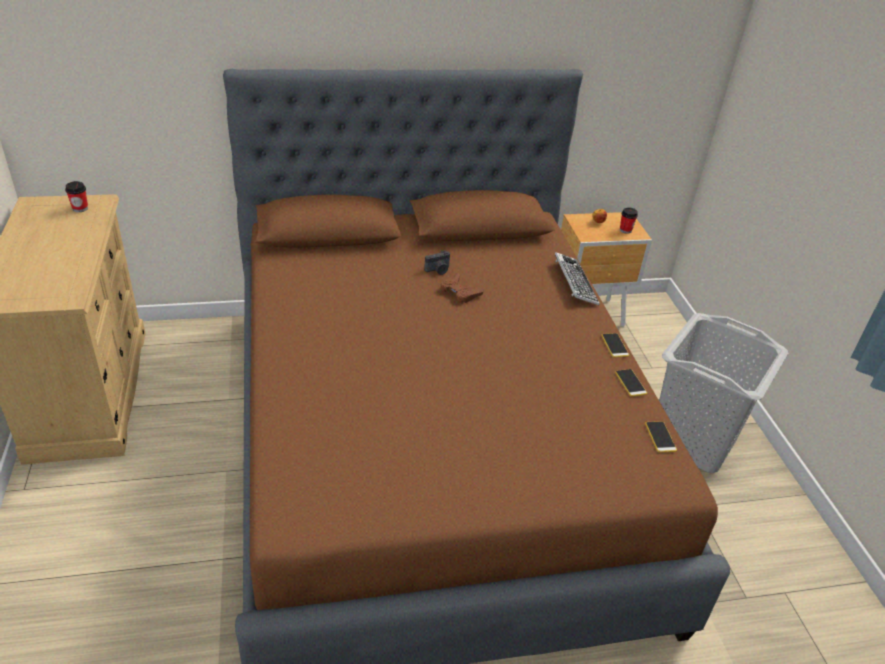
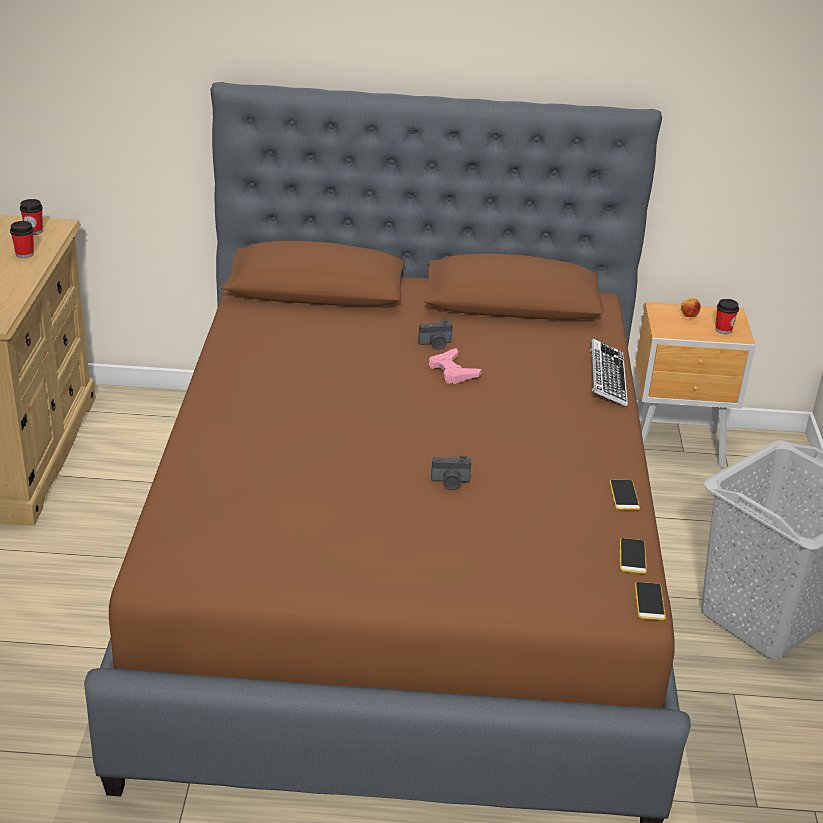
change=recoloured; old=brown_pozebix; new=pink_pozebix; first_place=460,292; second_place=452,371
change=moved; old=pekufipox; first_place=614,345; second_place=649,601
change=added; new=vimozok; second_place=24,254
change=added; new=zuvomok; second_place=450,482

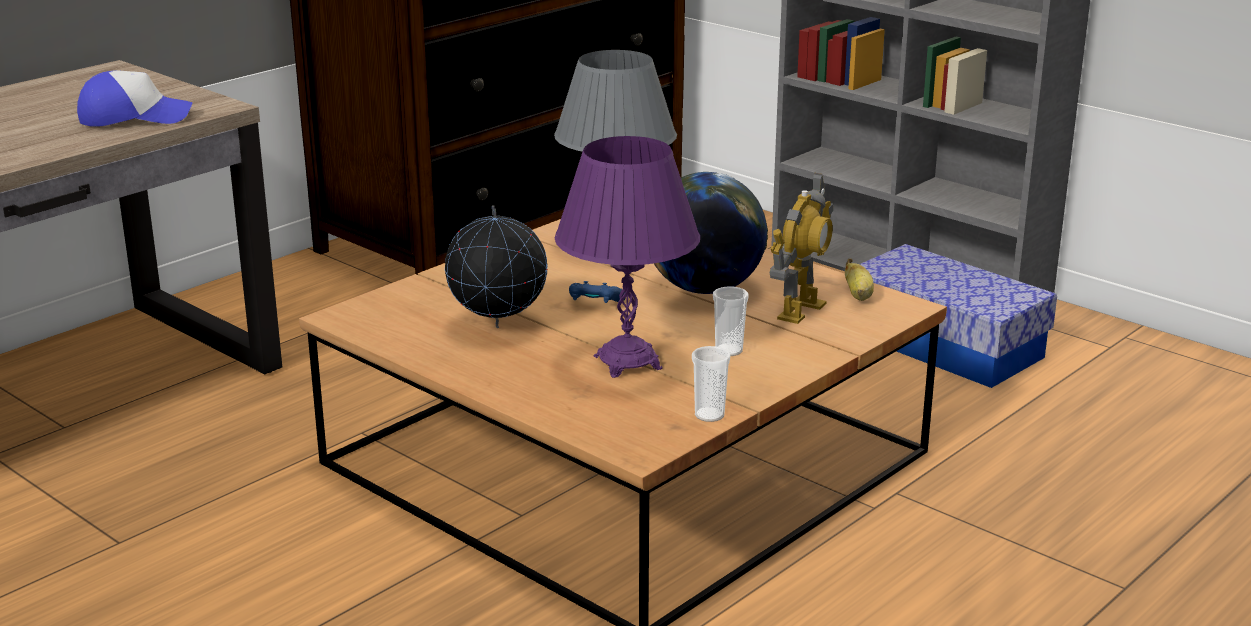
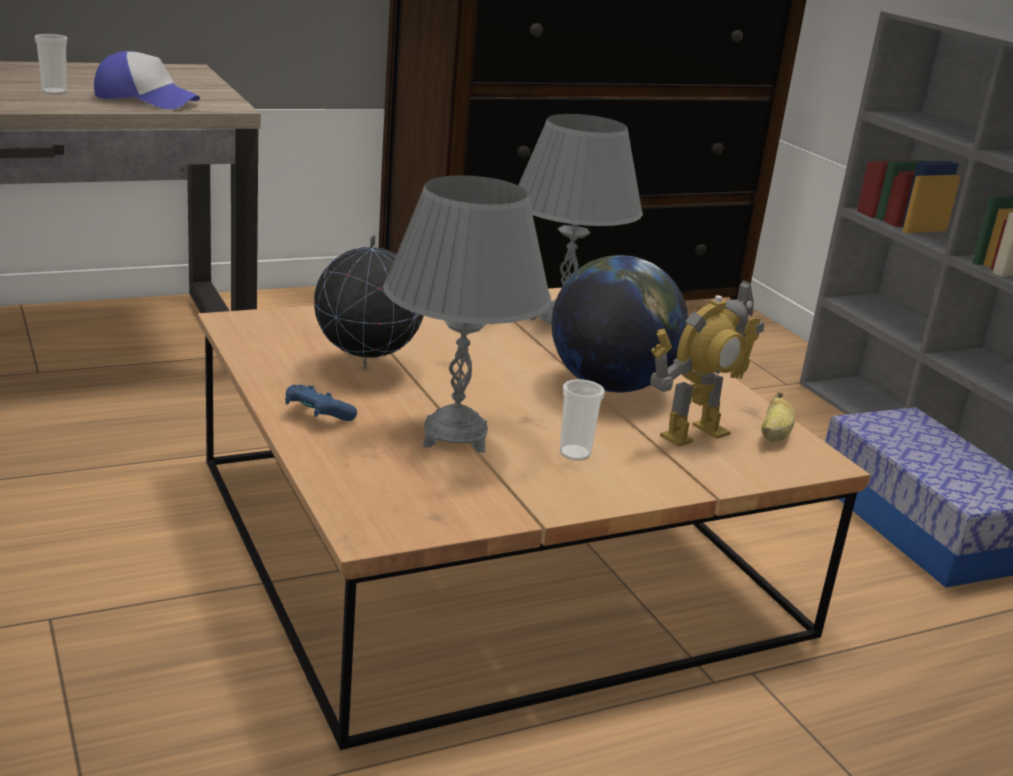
change=recoloured; old=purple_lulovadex; new=grey_lulovadex; first_place=627,363; second_place=455,436
change=moved; old=blue_pozebix; first_place=594,304; second_place=317,416
change=moved; old=vimozok; first_place=709,415; second_place=54,92

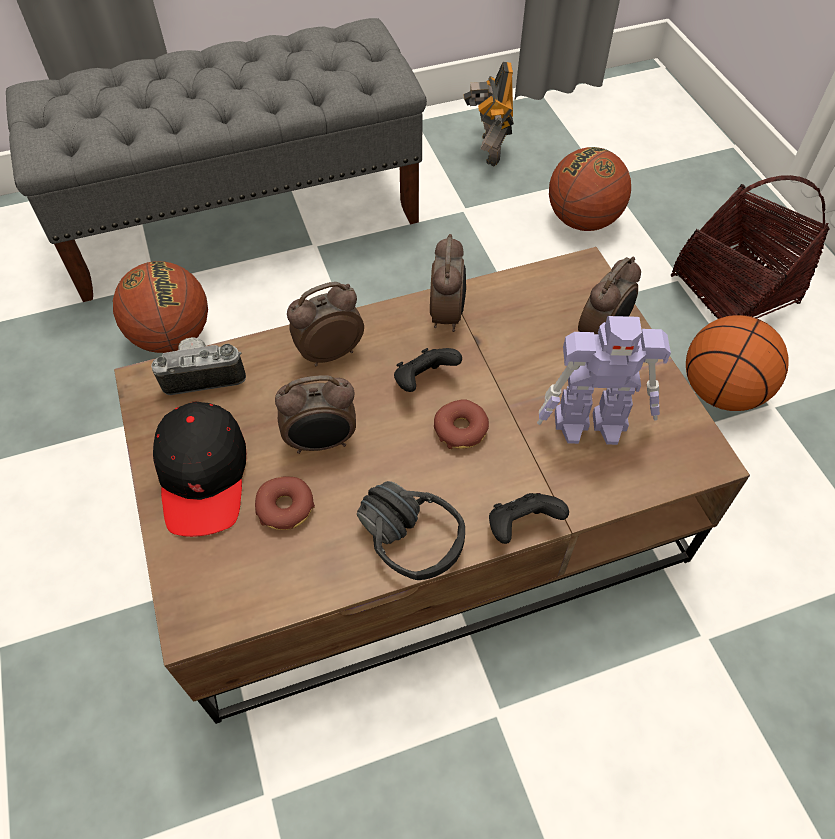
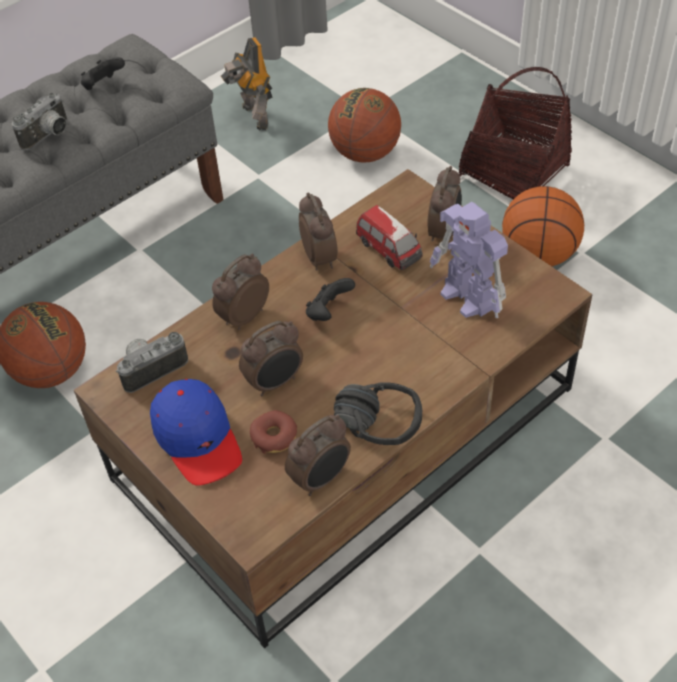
change=turned; old=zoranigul; first_place=592,424; second_place=468,298; degrees=75
change=removed; old=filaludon; first_place=461,429
change=recoloured; old=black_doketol; new=blue_doketol; first_place=204,476; second_place=198,438
change=moved; old=black_pozebix; first_place=521,526; second_place=103,86
change=added; new=zuvomok; second_place=49,136
change=added; new=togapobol; second_place=389,250
change=added; new=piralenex; second_place=321,478

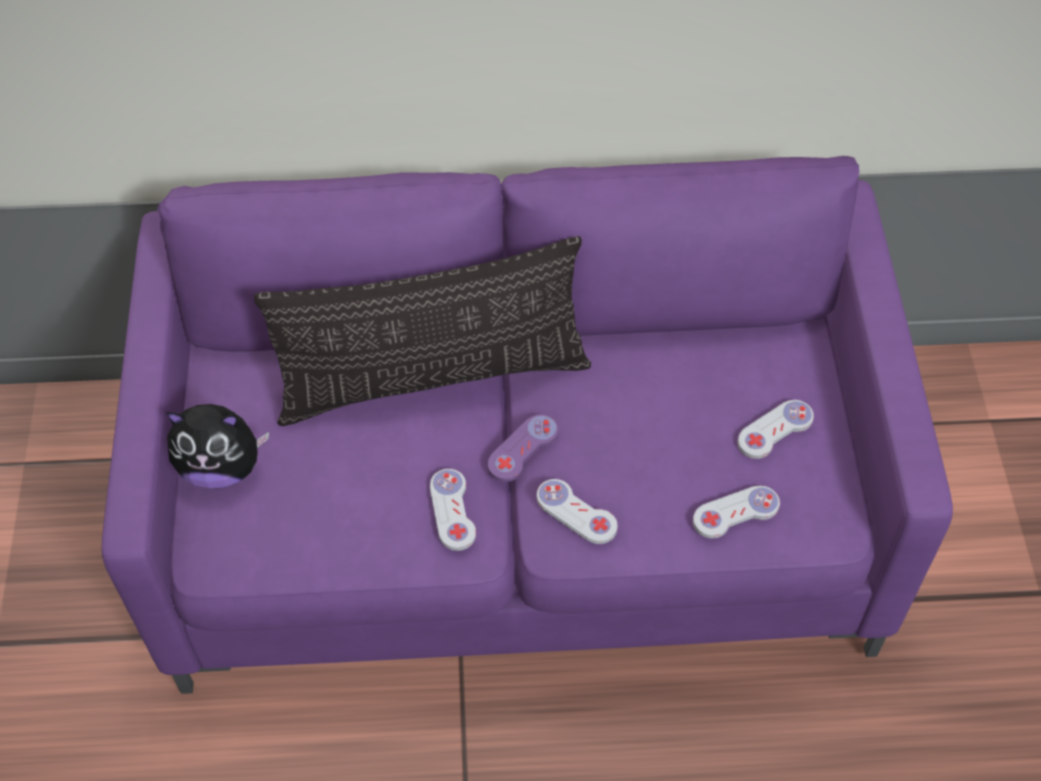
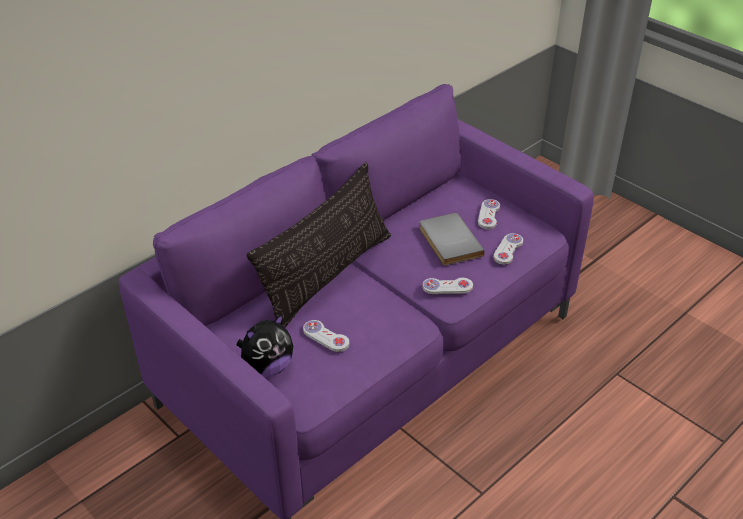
change=removed; old=purple_pozebix; first_place=523,449
change=moved; old=white_pozebix; first_place=452,510; second_place=326,337
change=added; new=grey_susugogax; second_place=448,242

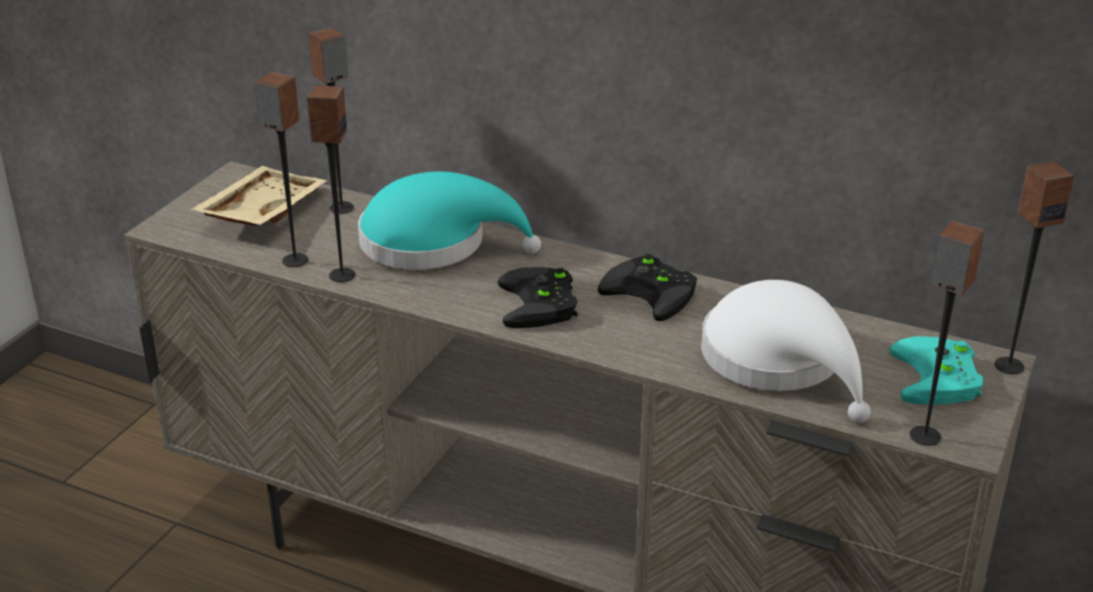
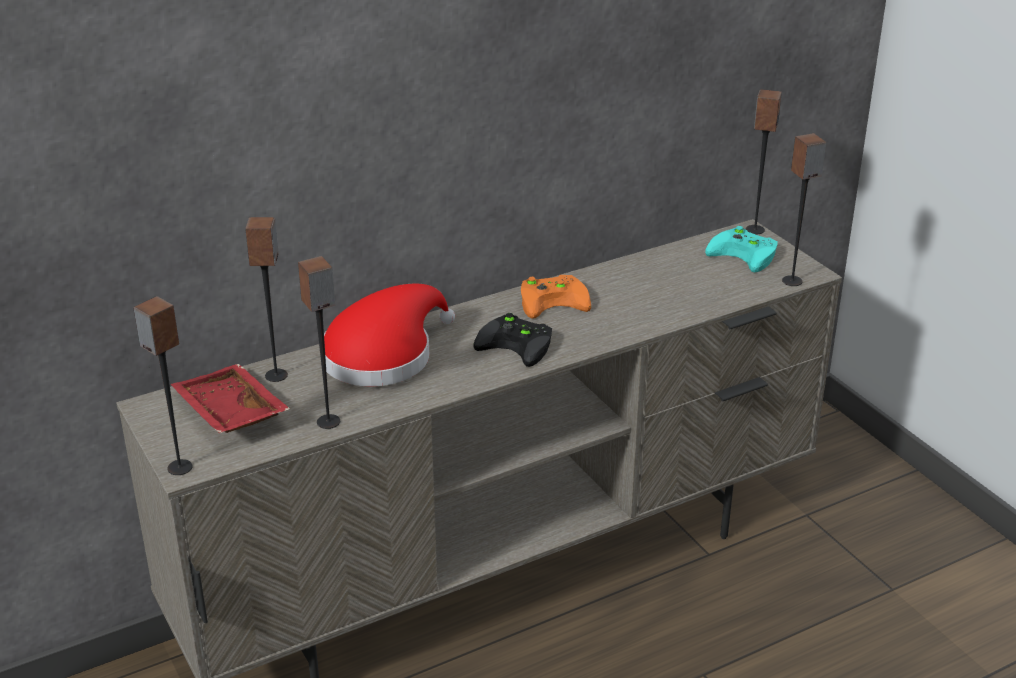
change=moved; old=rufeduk; first_place=341,275; second_place=179,468
change=recoloured; old=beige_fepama; new=red_fepama; first_place=260,211; second_place=228,413
change=recoloured; old=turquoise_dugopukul; new=red_dugopukul; first_place=434,243; second_place=383,355
change=recoloured; old=black_pozebix; new=orange_pozebix; first_place=654,293; second_place=554,299
change=removed; old=white_dugopukul; first_place=780,361

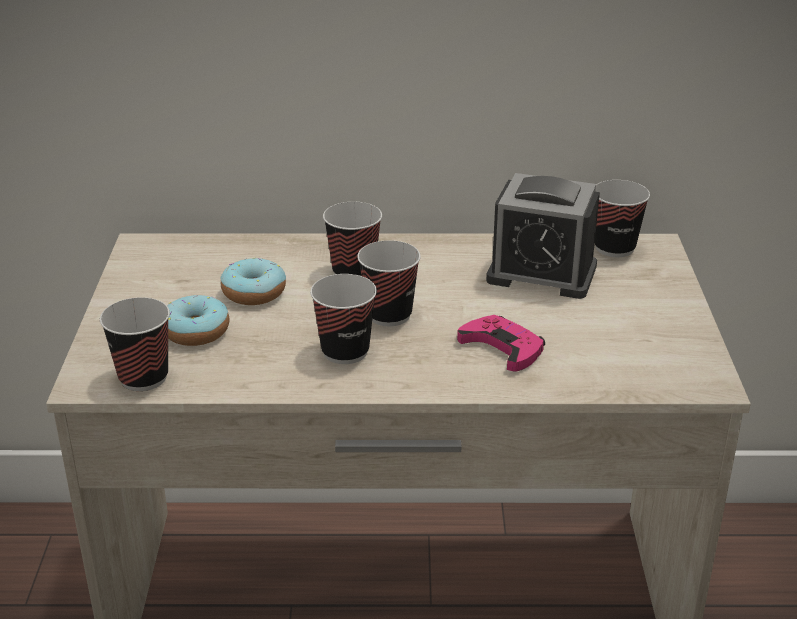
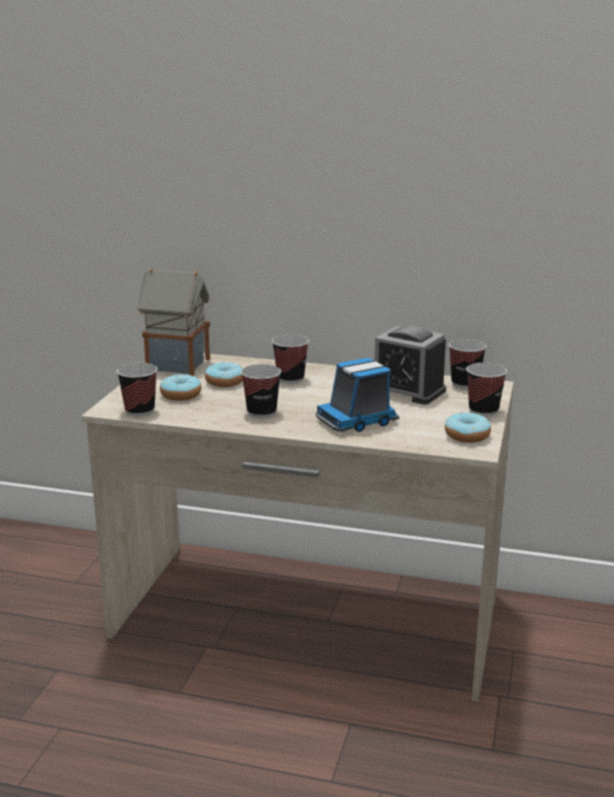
change=moved; old=vimozok; first_place=389,315; second_place=483,411
change=replaced; old=pink_pozebix; new=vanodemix; first_place=502,348; second_place=358,421
change=added; new=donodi; second_place=176,365
change=added; new=filaludon; second_place=467,436

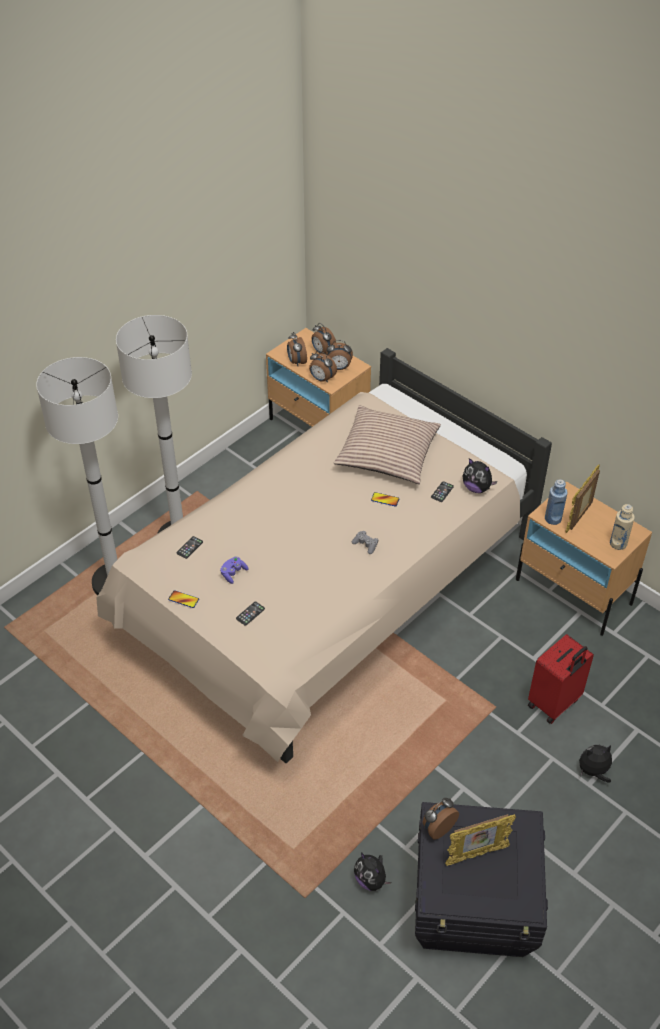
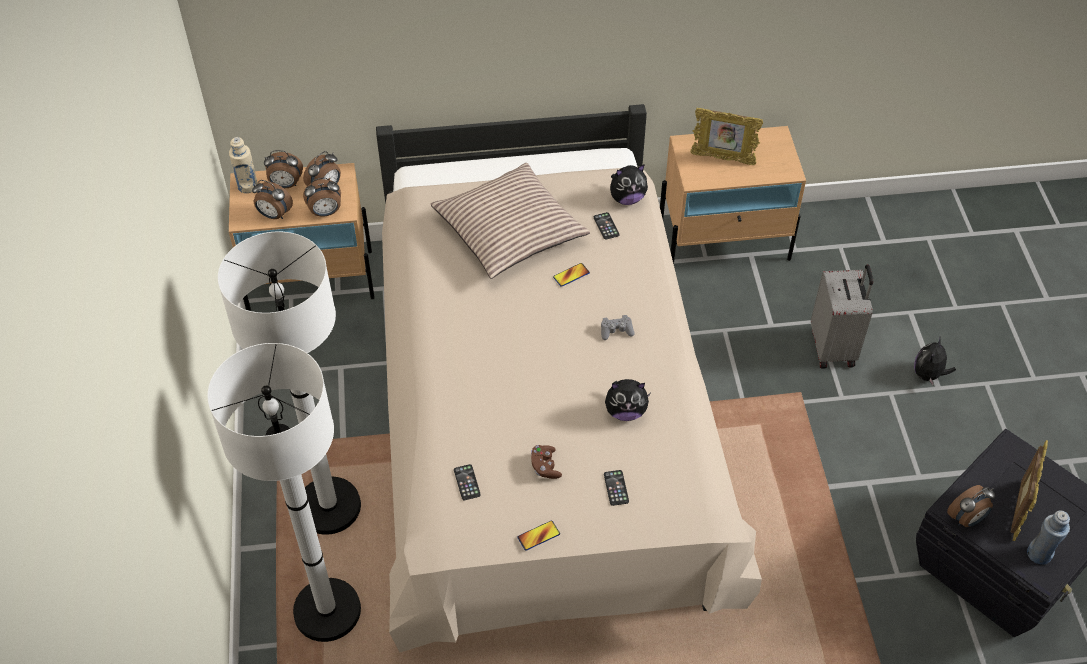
change=turned; old=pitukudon; first_place=579,517; second_place=723,159; degrees=-60
change=moved; old=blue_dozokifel; first_place=553,519; second_place=1039,554
change=moved; old=beige_dozokifel; first_place=618,543; second_place=248,186
change=recoloured; old=purple_pozebix; new=brown_pozebix; first_place=233,573; second_place=545,466
change=recoloured; old=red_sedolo; new=grey_sedolo; first_place=554,703; second_place=834,347
change=turned; old=piralenex; first_place=438,827; second_place=966,519; degrees=-120
change=moved; old=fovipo; first_place=371,880; second_place=625,411

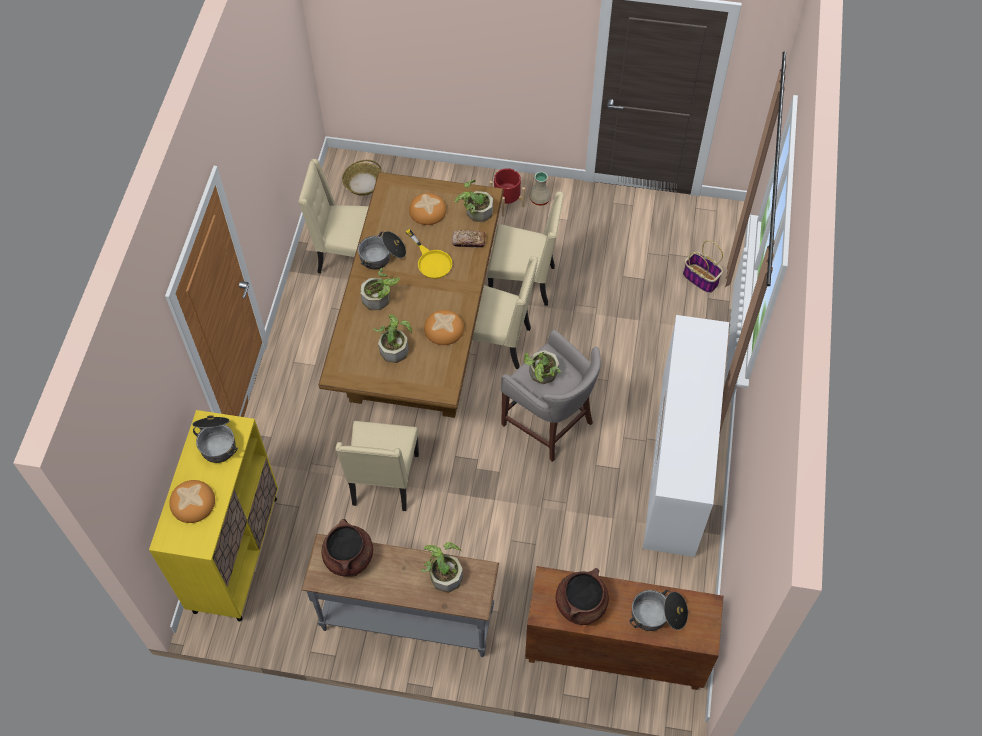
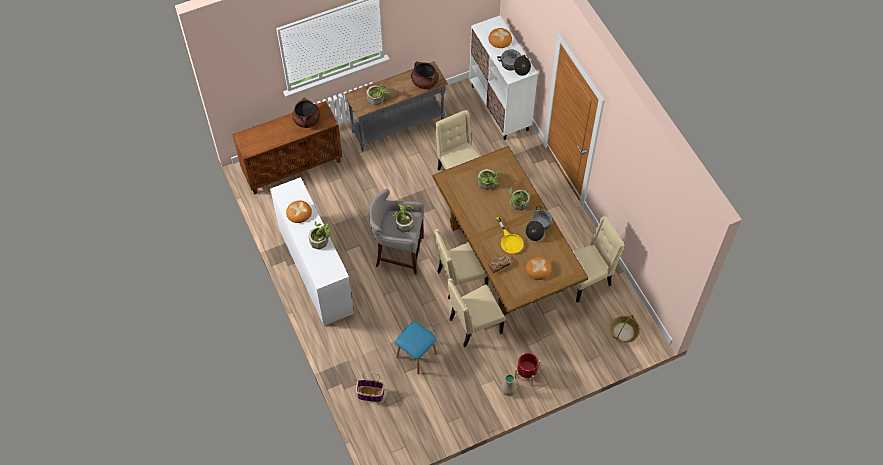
change=moved; old=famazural; first_place=475,212; second_place=321,240
change=turned; old=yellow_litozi; first_place=431,261; second_place=510,241; degrees=-135
change=moved; old=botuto; first_place=443,329; second_place=299,212
change=recoloured; old=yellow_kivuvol; new=white_kivuvol; first_place=236,553; second_place=500,108
change=removed; old=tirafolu; first_place=658,615
change=added; new=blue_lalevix; second_place=416,355

